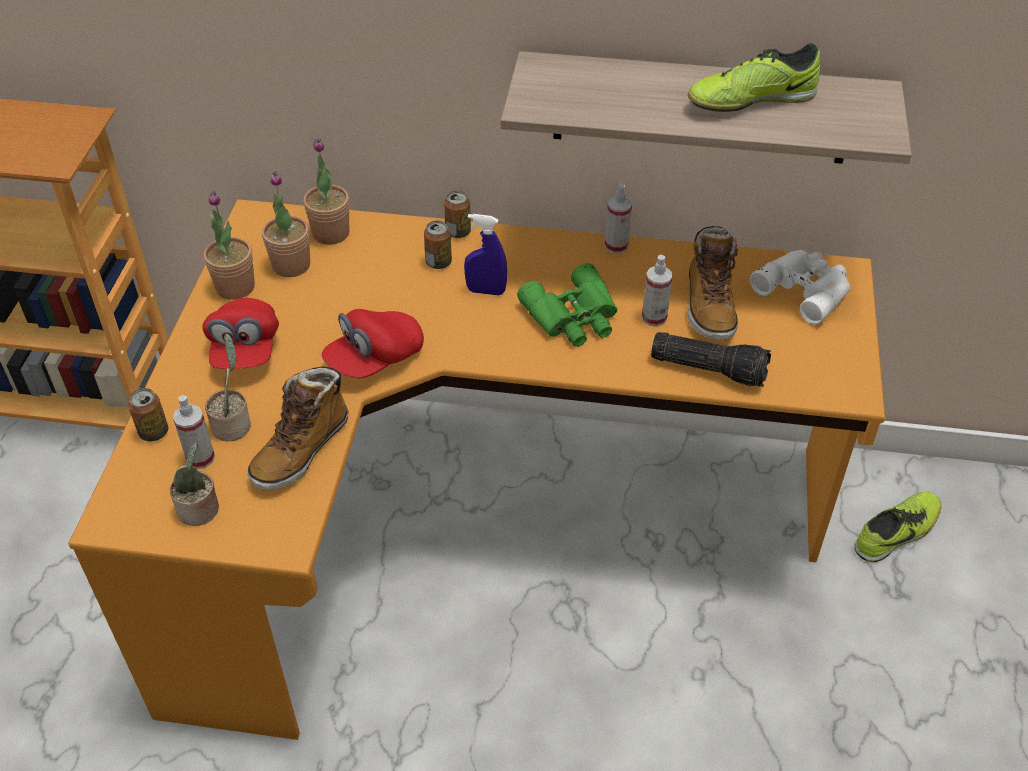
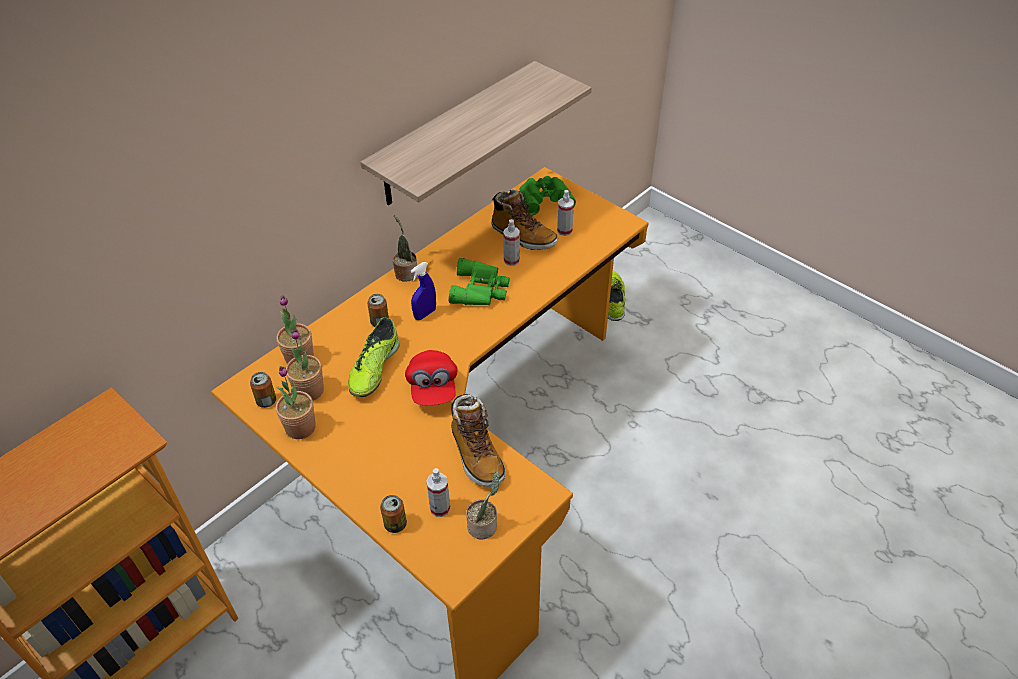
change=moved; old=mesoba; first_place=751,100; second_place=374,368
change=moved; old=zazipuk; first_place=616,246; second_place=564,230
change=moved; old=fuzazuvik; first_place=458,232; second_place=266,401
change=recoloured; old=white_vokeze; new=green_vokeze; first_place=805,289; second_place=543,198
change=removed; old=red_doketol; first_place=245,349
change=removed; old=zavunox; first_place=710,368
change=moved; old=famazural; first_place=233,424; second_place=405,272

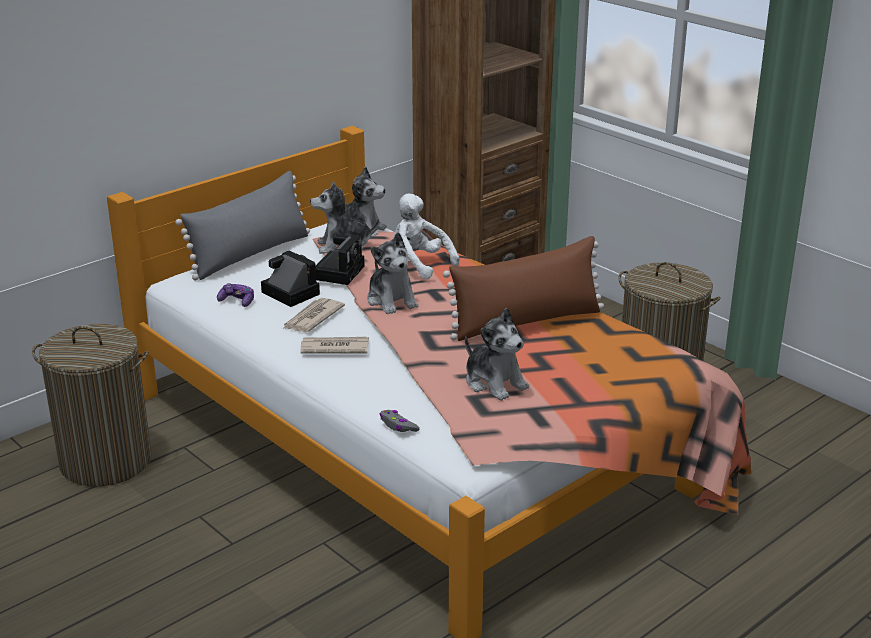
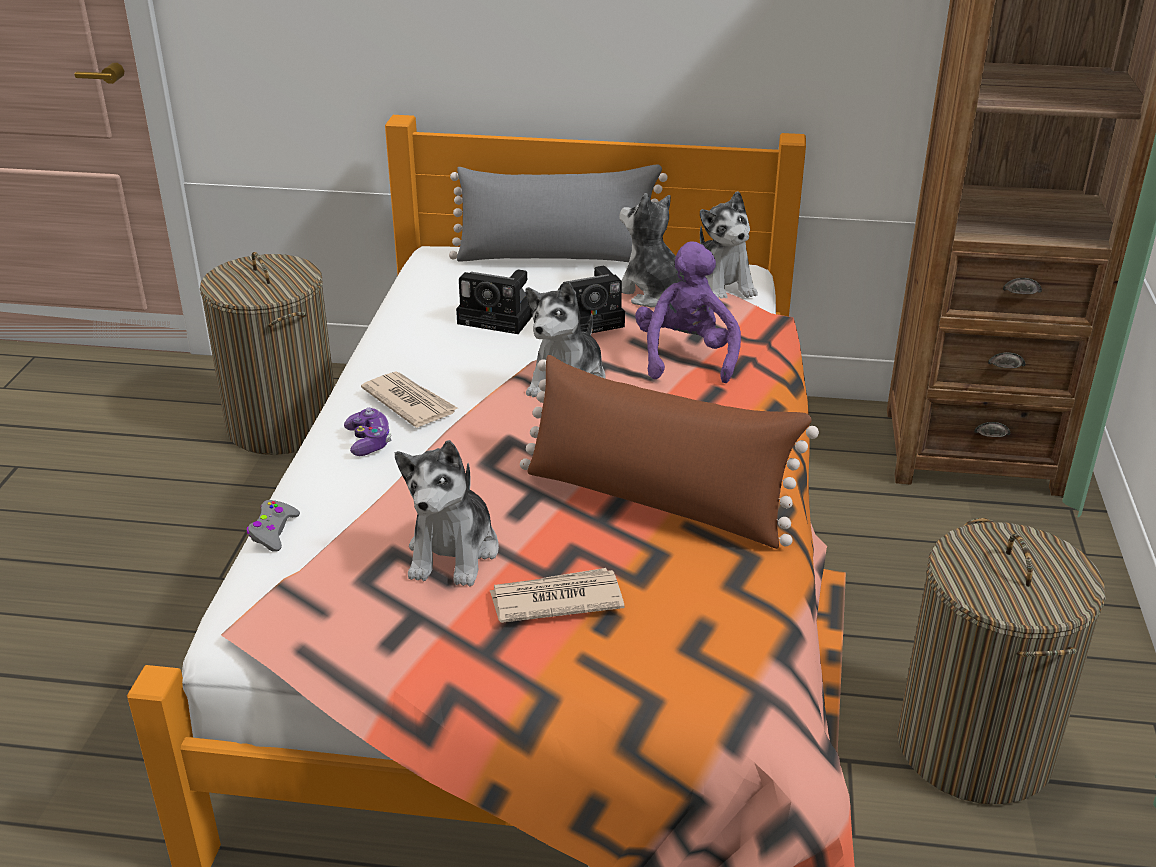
change=recoloured; old=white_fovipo; new=purple_fovipo; first_place=417,265; second_place=686,356
change=turned; old=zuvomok; first_place=288,292; second_place=501,317; degrees=105
change=moved; old=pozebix; first_place=237,301; second_place=369,441
change=moved; old=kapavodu; first_place=312,318; second_place=555,600

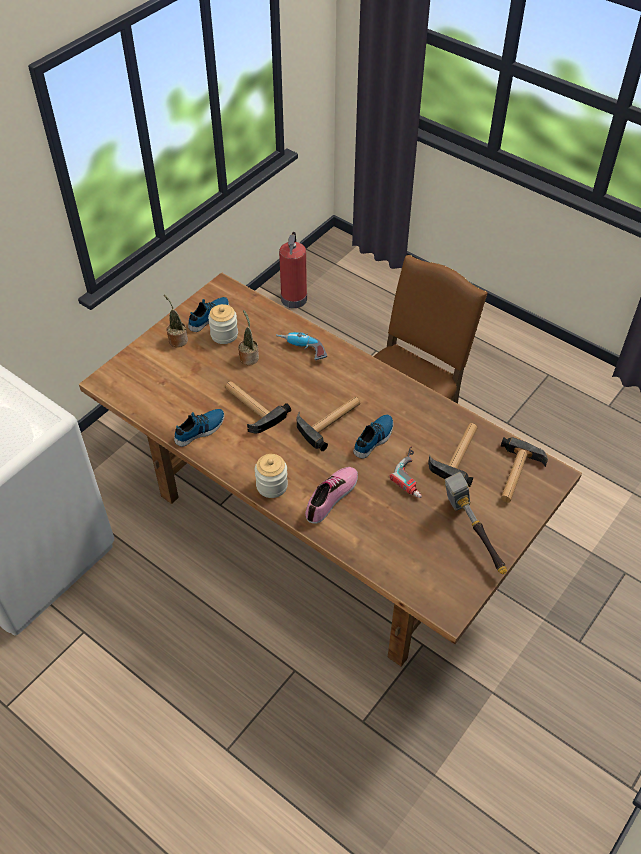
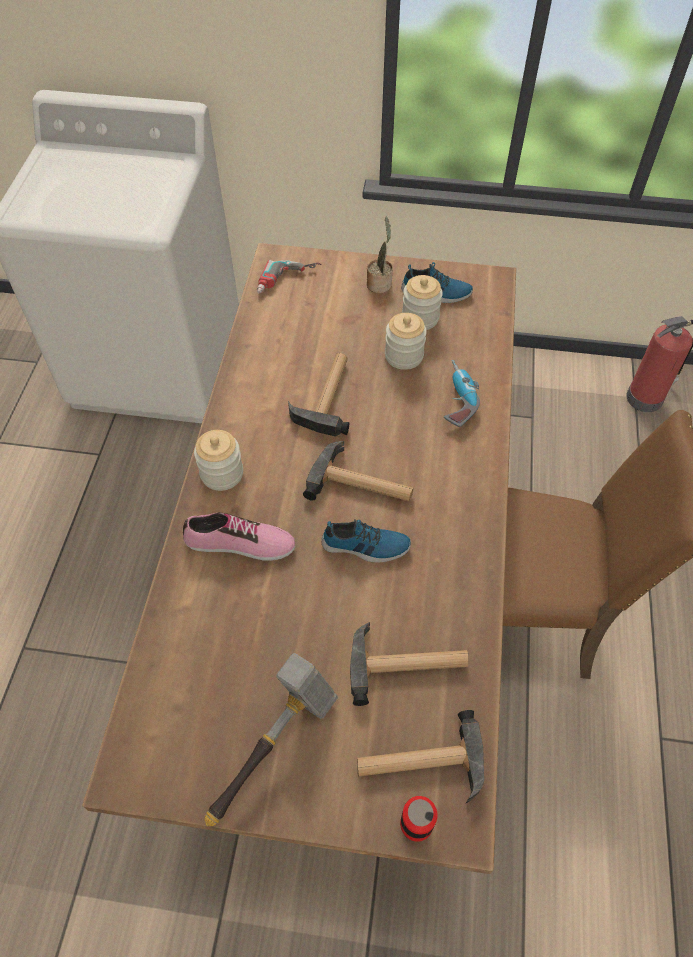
change=replaced; old=famazural; new=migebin; first_place=248,357; second_place=404,356
change=removed; old=mesoba; first_place=200,430
change=moved; old=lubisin; first_place=414,475; second_place=288,281
change=added; new=fuzazuvik; second_place=416,824

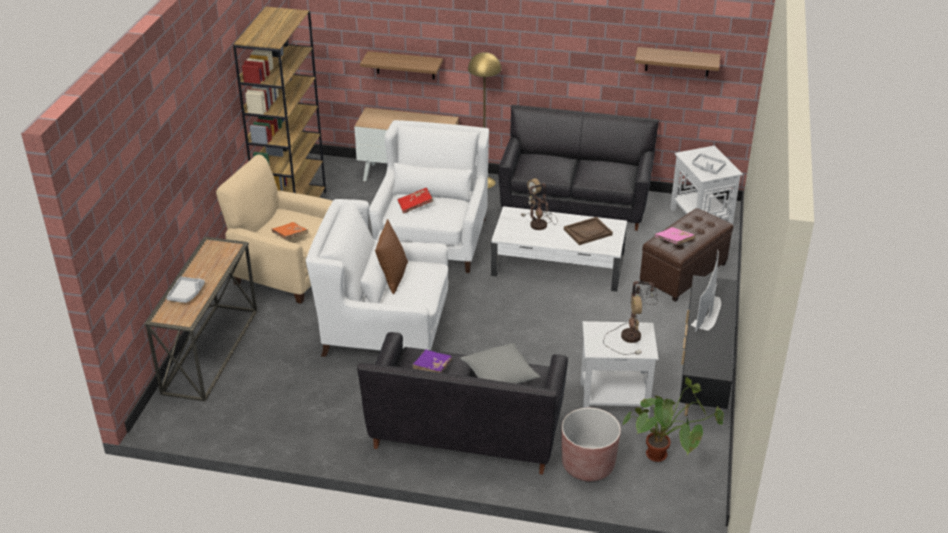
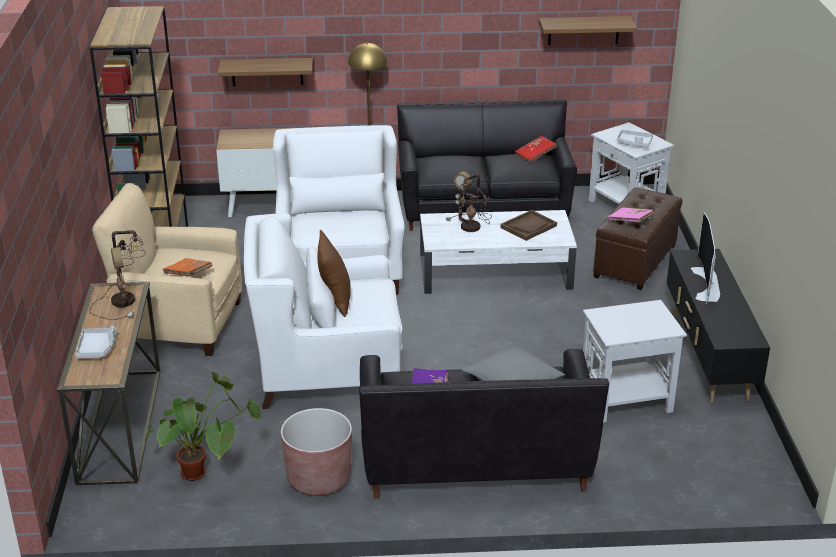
change=moved; old=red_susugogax; first_place=415,205; second_place=535,155
change=moved; old=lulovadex; first_place=631,336; second_place=124,300
change=moved; old=famazural; first_place=666,454; second_place=206,470
change=moved; old=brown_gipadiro; first_place=588,465; second_place=319,479

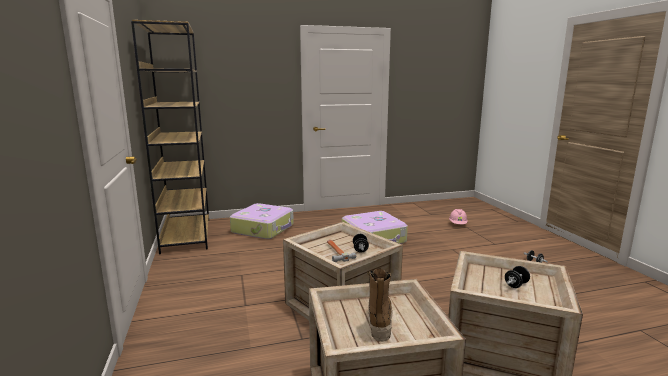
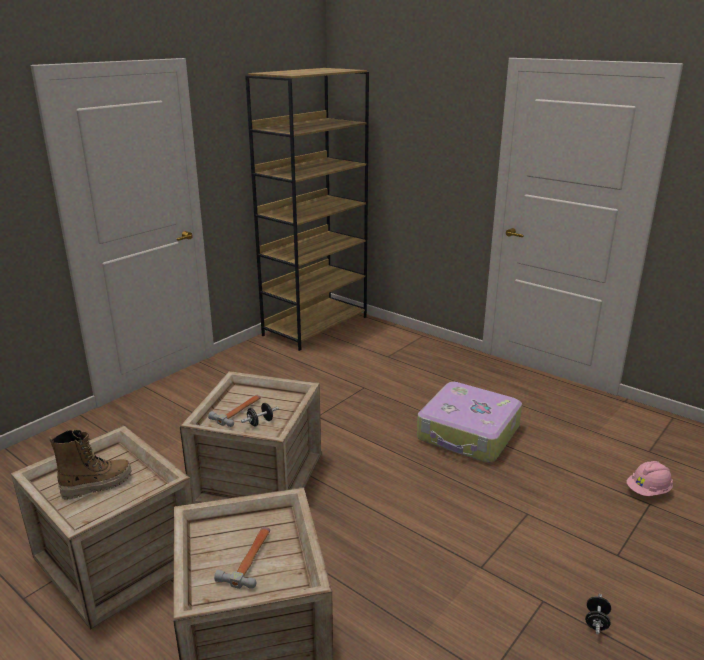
change=removed; old=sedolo; first_place=264,229
change=replaced; old=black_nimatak; new=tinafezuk; first_place=516,285; second_place=250,559

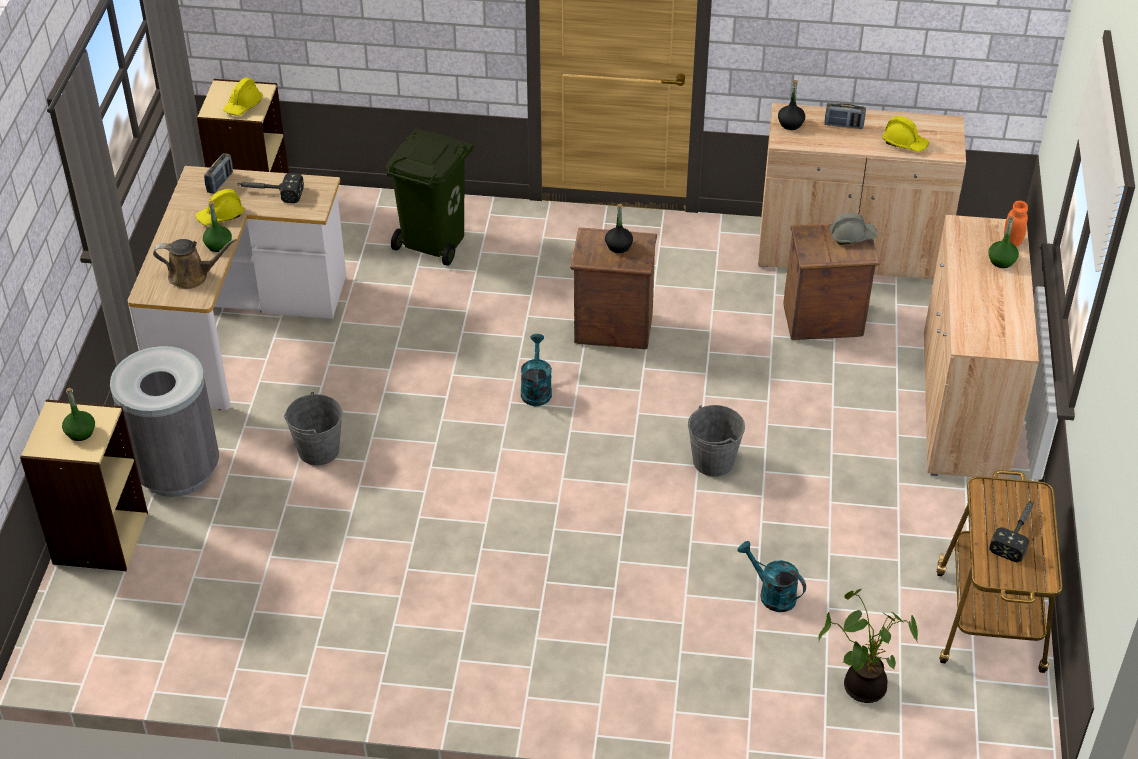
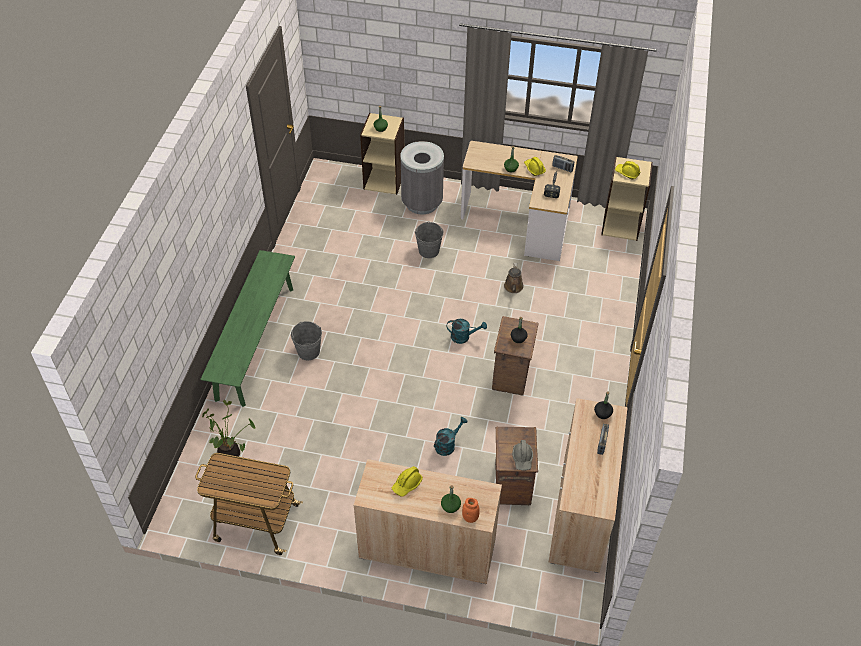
change=moved; old=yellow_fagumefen; first_place=904,143; second_place=407,484
change=removed; old=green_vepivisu; first_place=434,242
change=moved; old=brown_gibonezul; first_place=192,276; second_place=513,288
change=moved; old=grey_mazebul; first_place=713,461; second_place=308,351
change=removed; old=tinafezuk; first_place=1017,532
change=moved; old=turquoise_gibonezul; first_place=771,594; second_place=448,445
change=added; new=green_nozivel; second_place=255,342

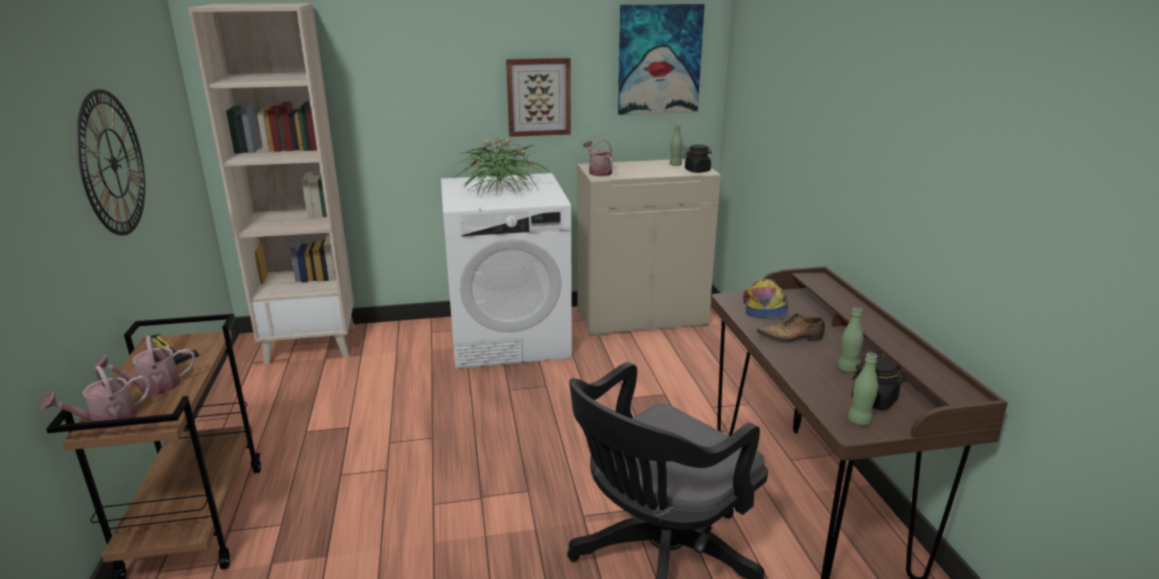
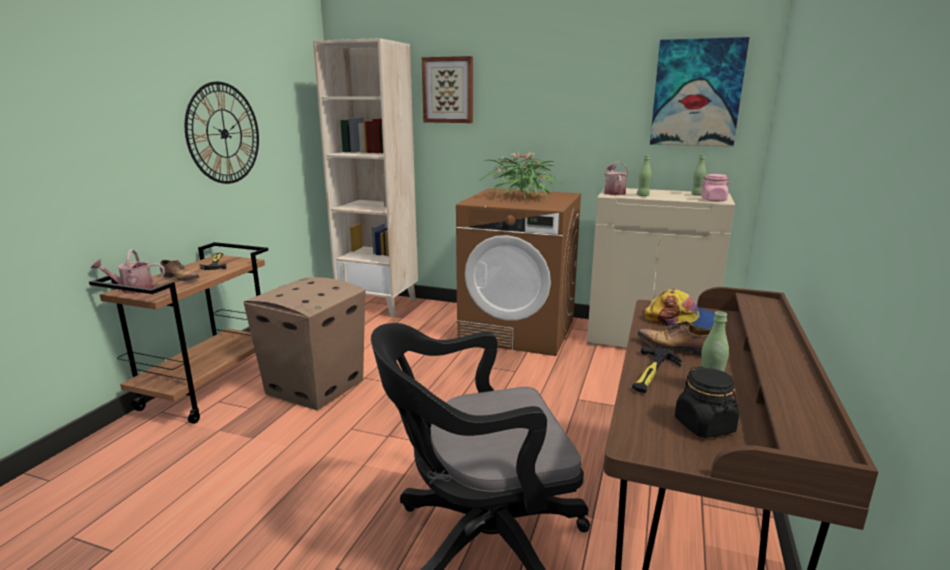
change=moved; old=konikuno; first_place=538,97; second_place=448,90
change=recoloured; old=black_migebin; new=pink_migebin; first_place=697,171; second_place=713,200
change=recoloured; old=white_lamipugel; new=brown_lamipugel; first_place=509,338; second_place=518,330
change=turned; old=doketol; first_place=764,308; second_place=680,319; degrees=-105
change=replaced; old=gibonezul; new=mesoba; first_place=153,386; second_place=180,278
change=moved; old=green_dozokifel; first_place=859,421; second_place=643,195
change=added; new=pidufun; second_place=314,388
change=added; new=tinafezuk; second_place=651,373

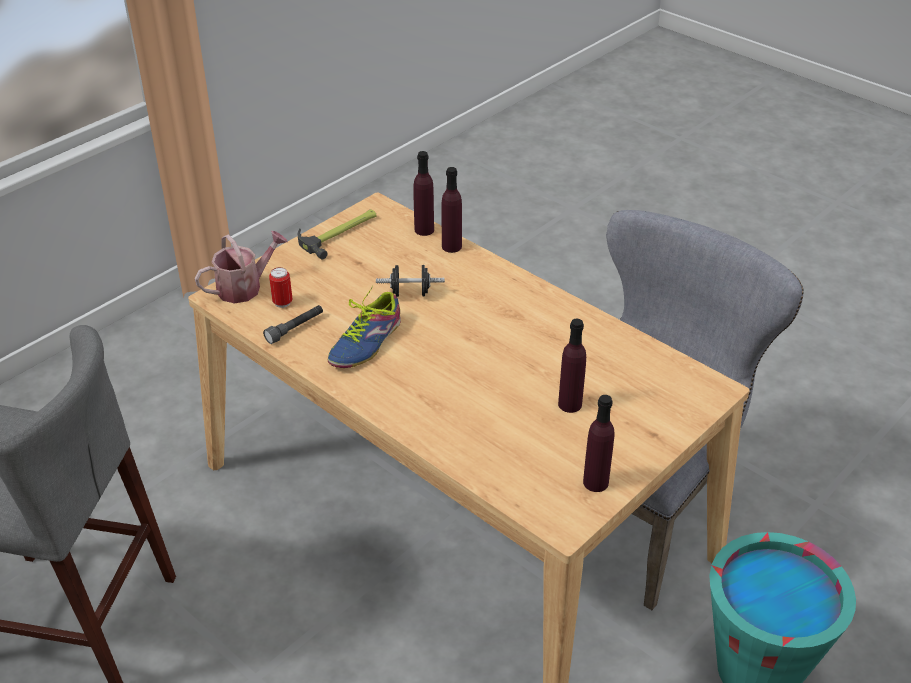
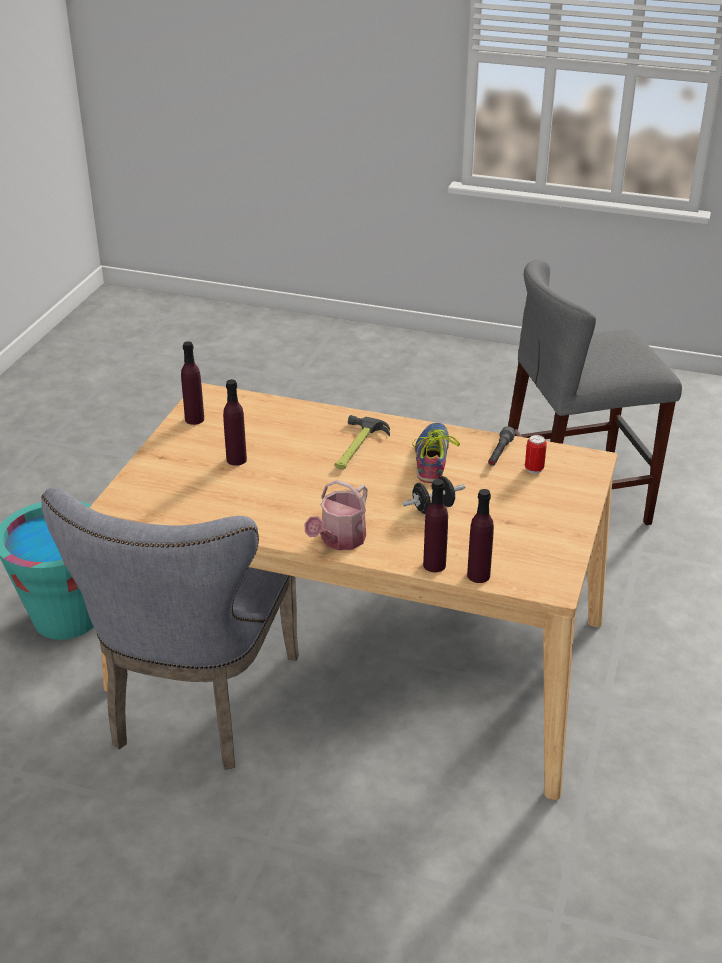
change=moved; old=tinafezuk; first_place=340,233; second_place=356,447
change=moved; old=gibonezul; first_place=245,287; second_place=339,540

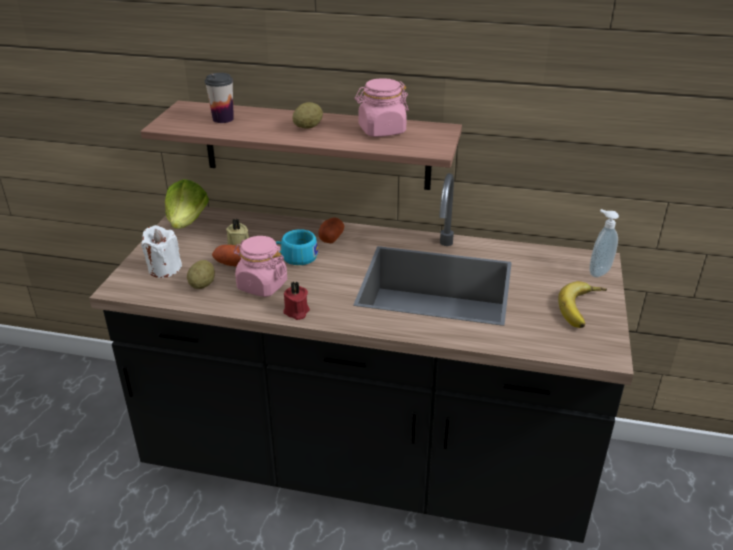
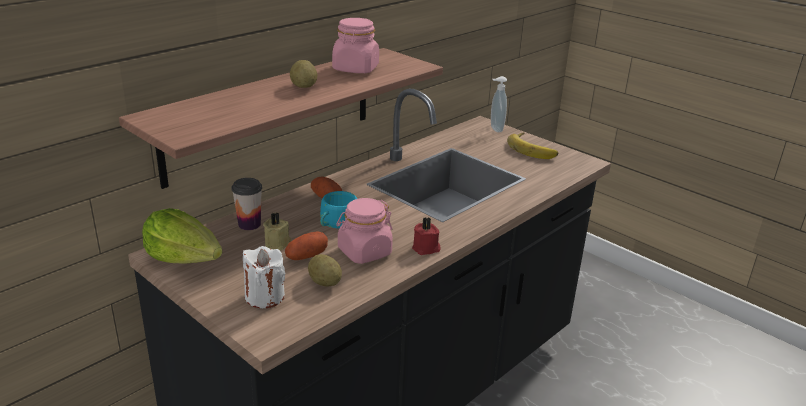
change=moved; old=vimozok; first_place=223,119; second_place=249,224

